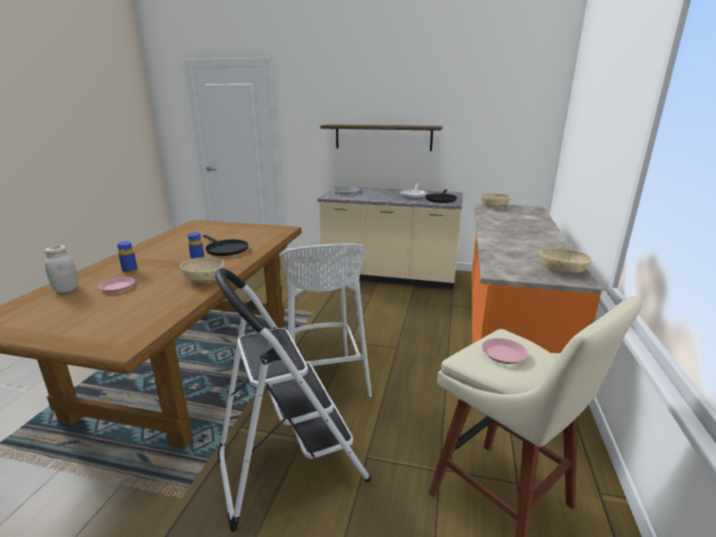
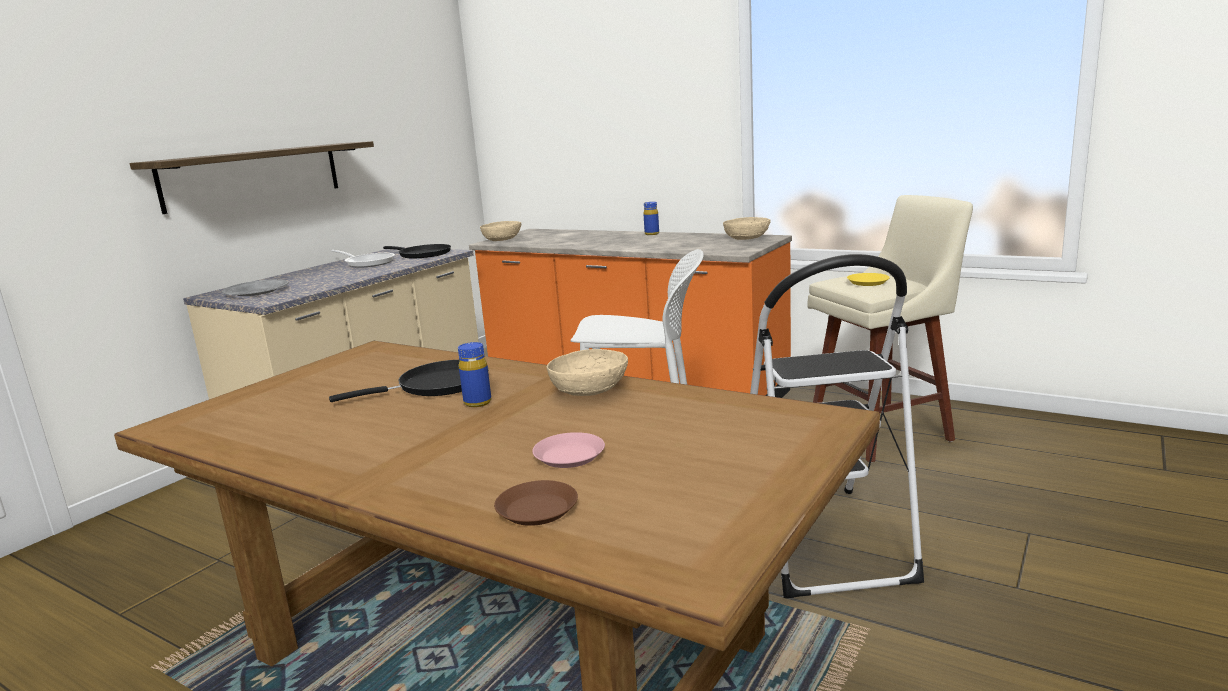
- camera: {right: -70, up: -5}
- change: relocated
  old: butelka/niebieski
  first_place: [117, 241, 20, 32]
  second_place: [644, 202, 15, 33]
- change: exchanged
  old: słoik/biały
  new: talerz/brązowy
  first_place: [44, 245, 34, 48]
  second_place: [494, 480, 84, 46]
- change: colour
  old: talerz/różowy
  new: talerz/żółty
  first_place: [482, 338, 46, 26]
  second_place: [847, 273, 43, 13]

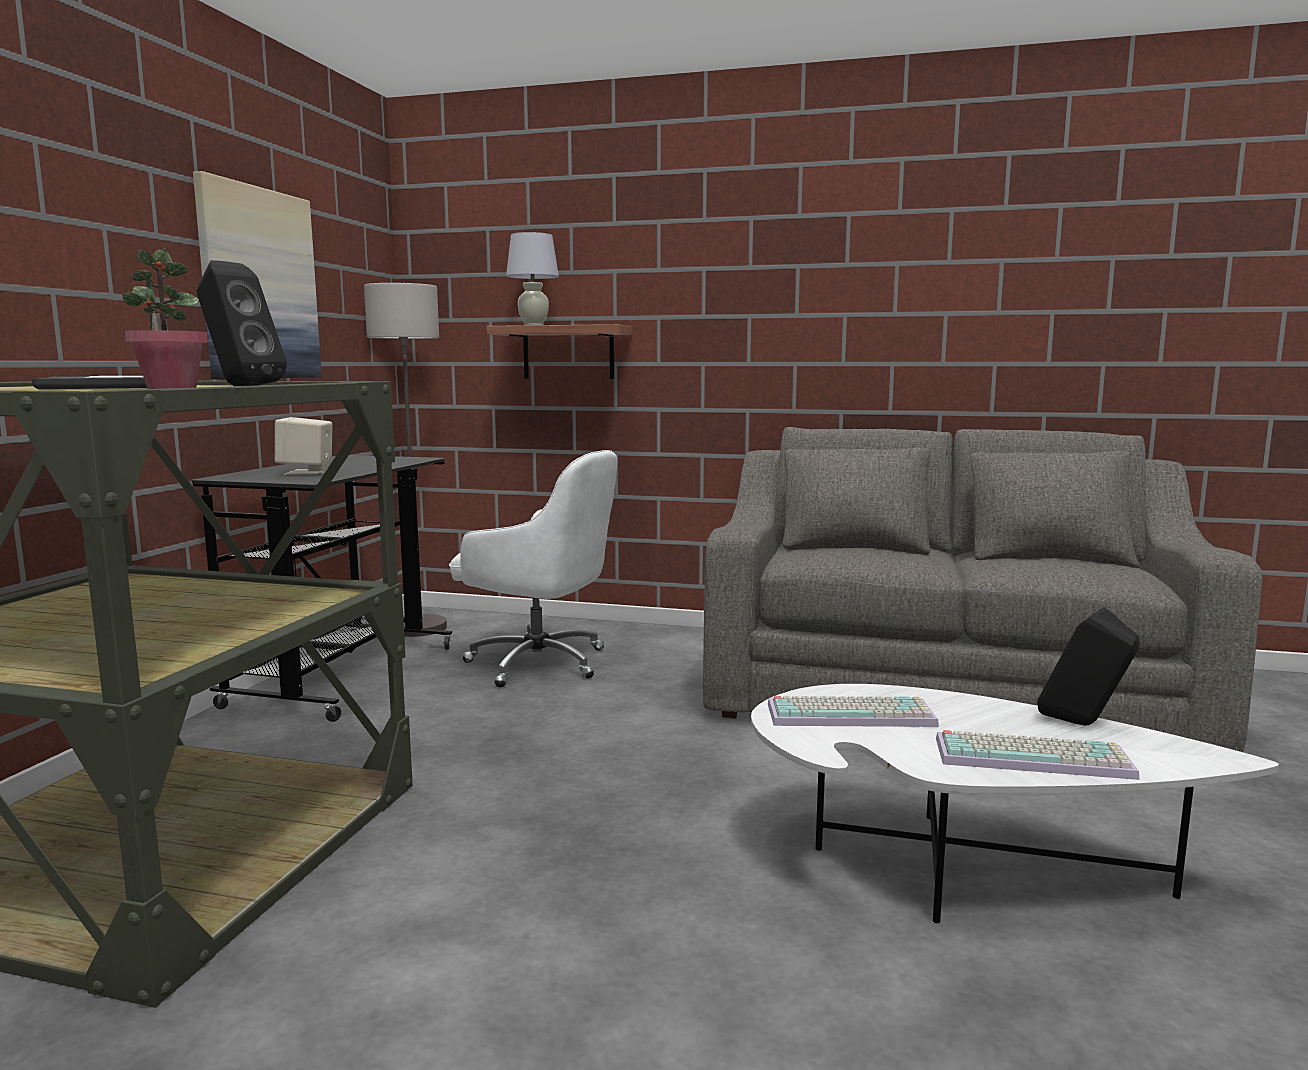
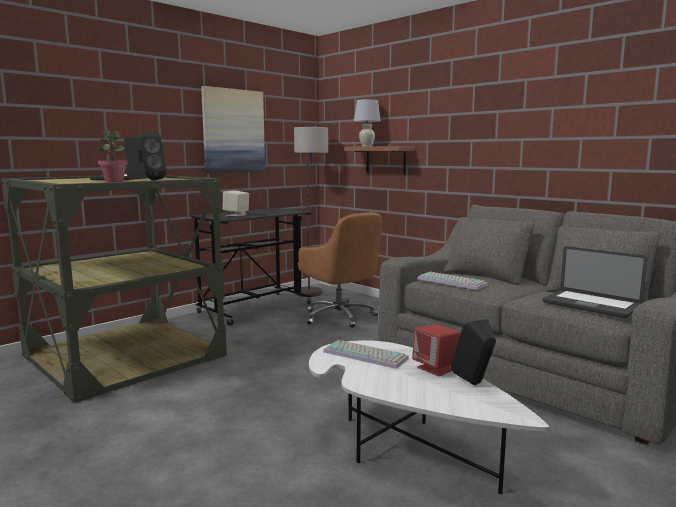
- camera: {right: 30, up: 0}
- change: appeared
  new: głośnik/czerwony
  second_place: [412, 324, 49, 52]
- change: appeared
  new: laptop
  second_place: [543, 246, 105, 72]
- change: relocated
  old: klawiatura
  first_place: [936, 730, 204, 50]
  second_place: [417, 272, 71, 18]
- change: colour
  old: krzesło biurowe/biały
  new: krzesło biurowe/brązowy
  first_place: [449, 450, 168, 238]
  second_place: [298, 212, 84, 116]

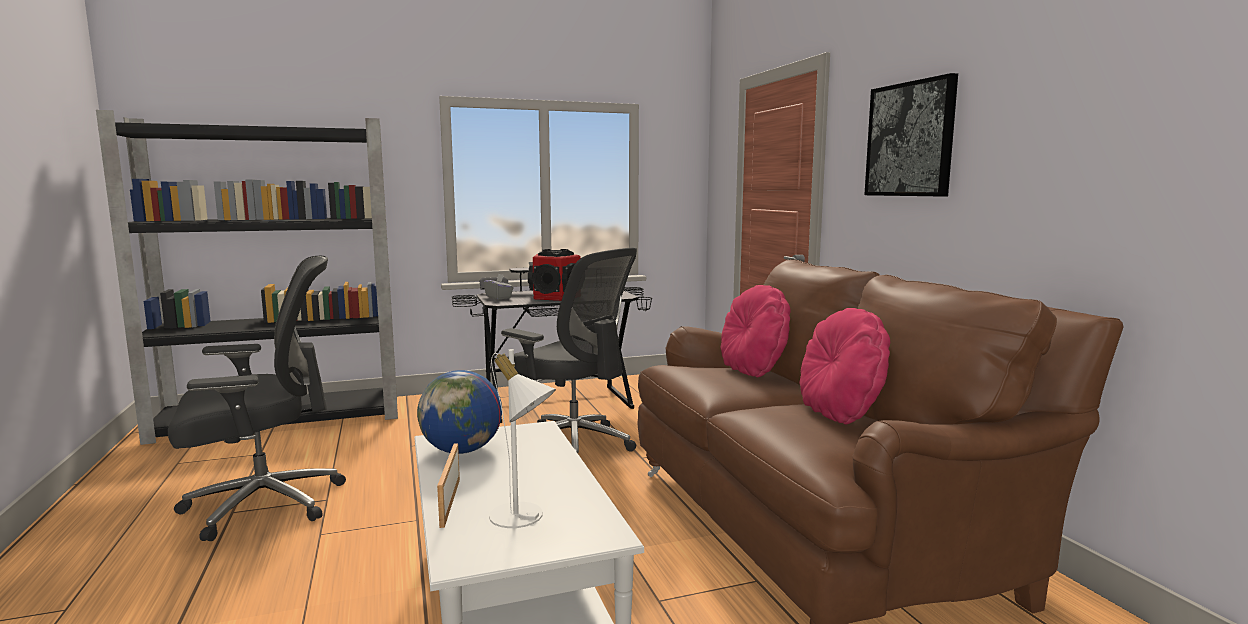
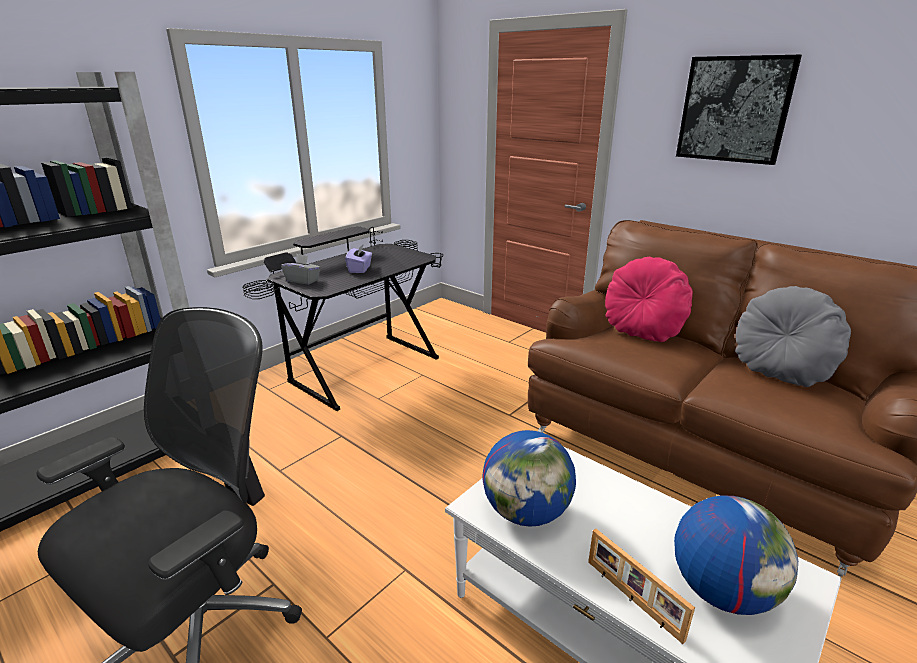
- camera: {right: -30, up: 15}
- change: missing
  old: krzesło biurowe
  first_place: [501, 247, 136, 206]
- change: exchanged
  old: lampa stołowa/biały
  new: globus
  first_place: [489, 349, 67, 179]
  second_place: [674, 495, 124, 120]
- change: exchanged
  old: głośnik
  new: pudełko chusteczek/fioletowy
  first_place: [528, 249, 53, 52]
  second_place: [345, 244, 27, 29]
- change: colour
  old: poduszka/różowy
  new: poduszka/szary
  first_place: [800, 308, 90, 116]
  second_place: [735, 286, 116, 101]

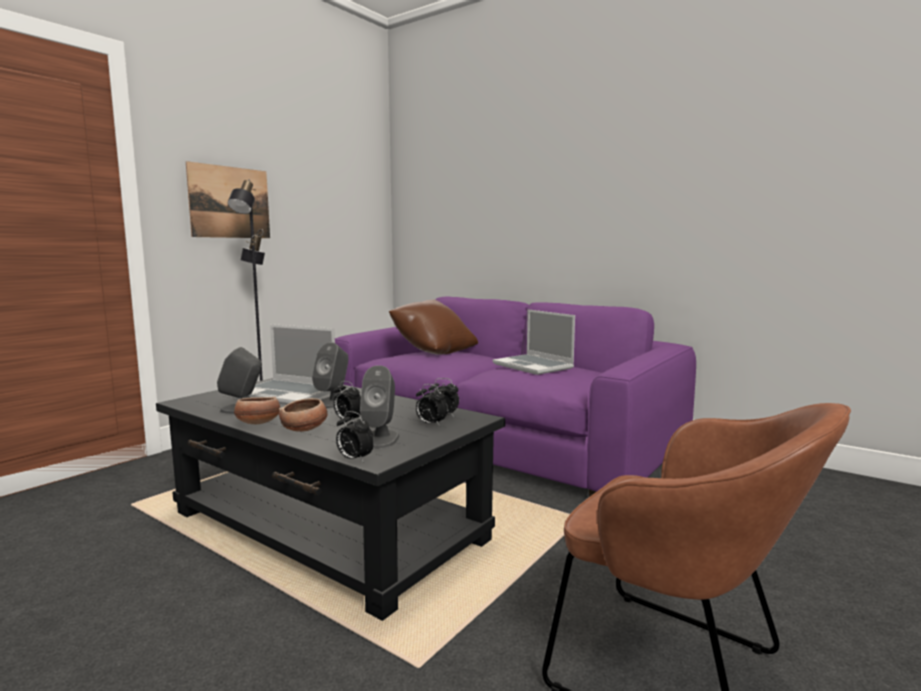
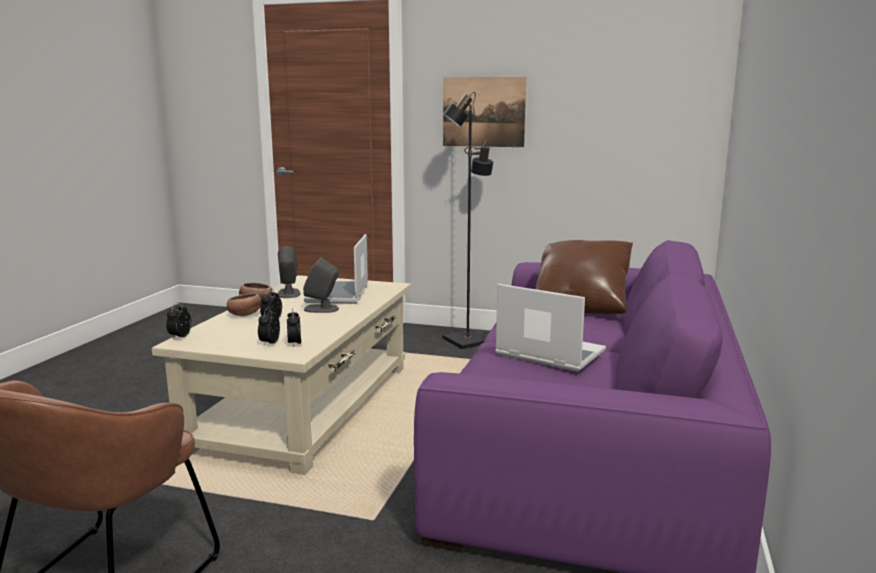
- camera: {right: 70, up: 5}
- change: missing
  old: głośnik/szary
  first_place: [360, 365, 39, 84]
- change: colour
  old: ława/czarny
  new: ława/beżowy
  first_place: [156, 378, 349, 243]
  second_place: [152, 275, 259, 200]
- change: spun
  old: laptop
  first_place: [493, 309, 82, 66]
  second_place: [495, 284, 111, 88]
  degrees: 90

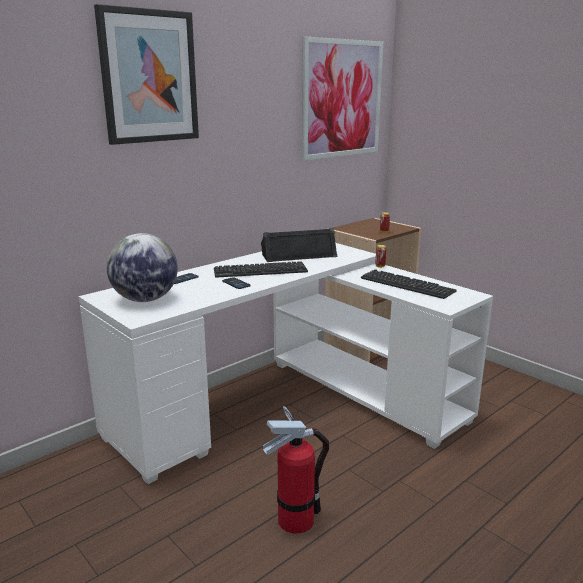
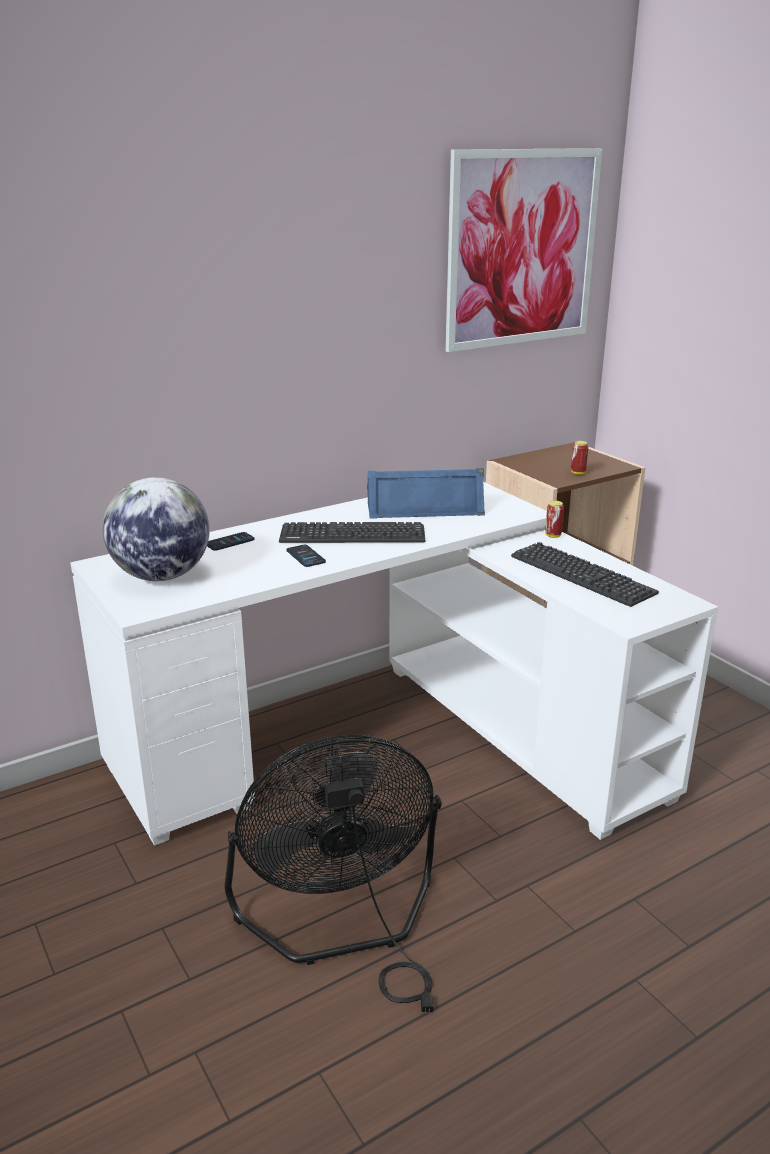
- camera: {right: 10, up: 5}
- change: missing
  old: obraz
  first_place: [94, 4, 105, 141]
- change: exchanged
  old: gaśnica
  new: wentylator/czarny
  first_place: [263, 406, 66, 128]
  second_place: [224, 734, 218, 280]
- change: colour
  old: głośnik/czarny
  new: głośnik/niebieski
  first_place: [261, 228, 76, 34]
  second_place: [367, 468, 118, 51]

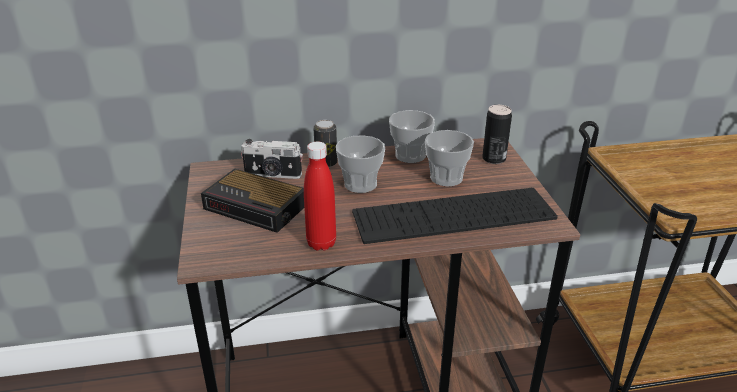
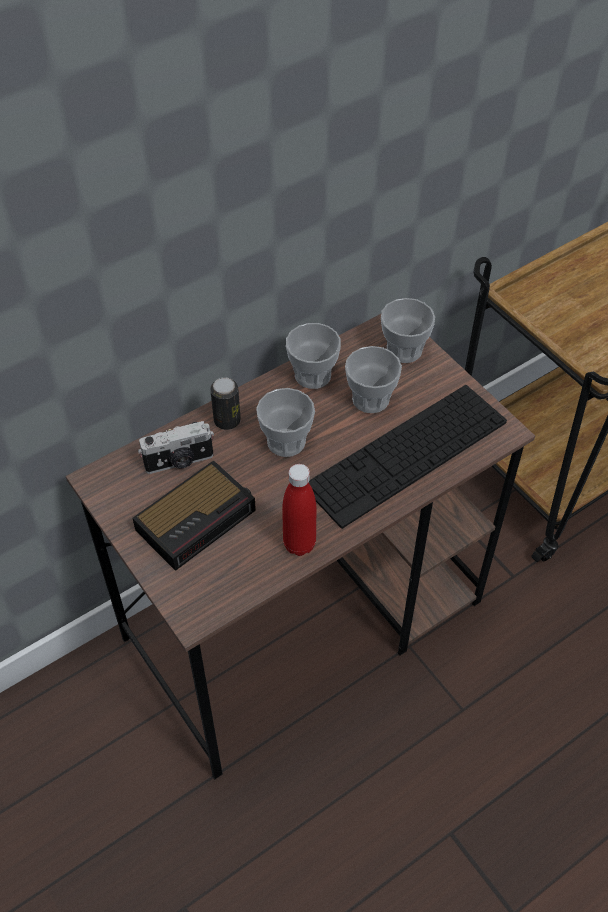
- camera: {right: -25, up: 20}
- change: exchanged
  old: puszka
  new: filiżanka
  first_place: [482, 105, 30, 59]
  second_place: [381, 298, 54, 65]
- change: spun
  old: budzik
  first_place: [201, 168, 103, 65]
  second_place: [132, 460, 124, 111]
  degrees: -45

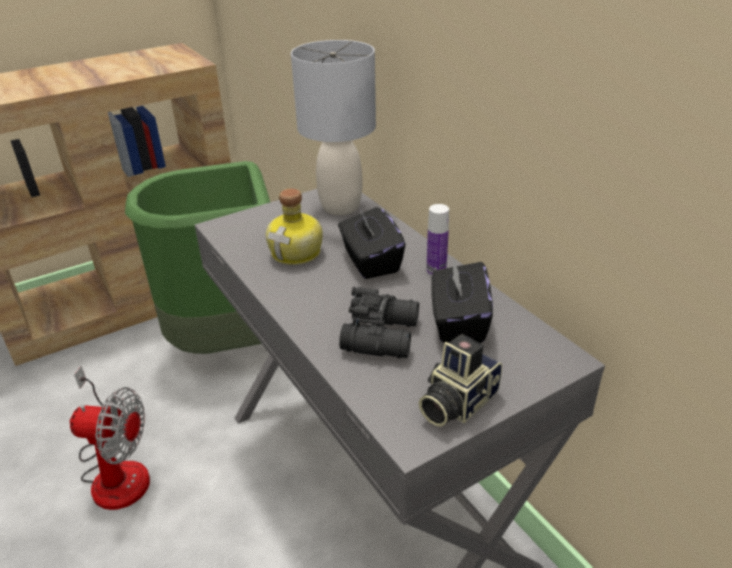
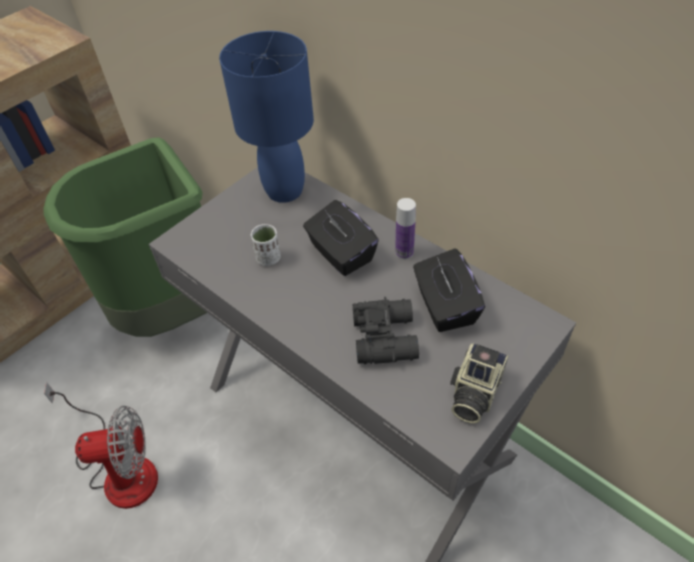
- camera: {right: -15, up: 15}
- change: exchanged
  old: butelka
  new: filiżanka/biały
  first_place: [266, 189, 57, 76]
  second_place: [251, 224, 30, 42]
- change: colour
  old: lampa stołowa/szary
  new: lampa stołowa/niebieski
  first_place: [291, 40, 85, 175]
  second_place: [219, 31, 95, 172]

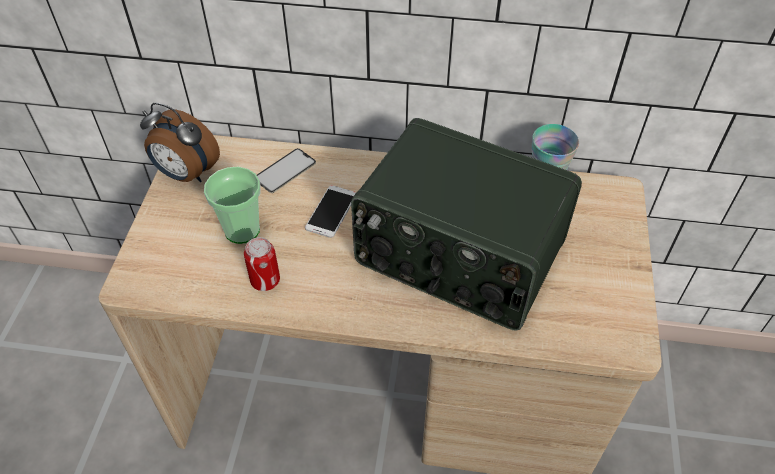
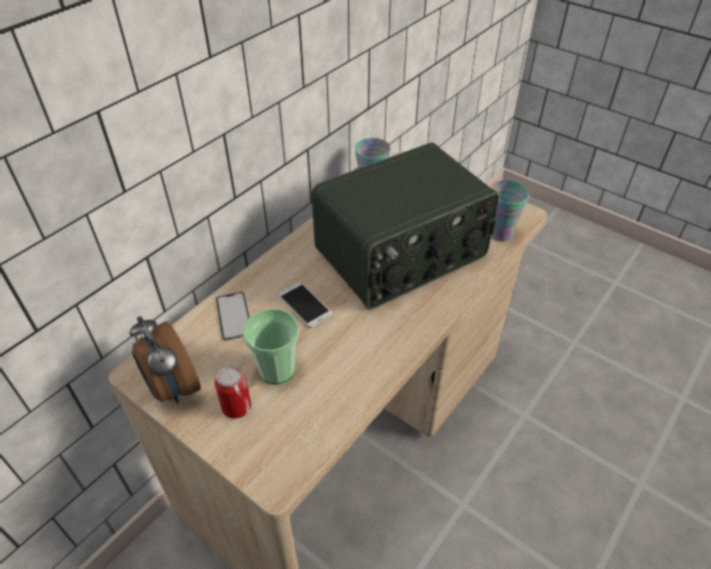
- camera: {right: -60, up: -5}
- change: appeared
  new: filiżanka
  second_place: [490, 180, 39, 61]
- change: relocated
  old: puszka
  first_place: [244, 237, 36, 54]
  second_place: [215, 366, 36, 53]
- change: spun
  old: budzik
  first_place: [140, 102, 80, 80]
  second_place: [130, 316, 71, 88]
  degrees: 90

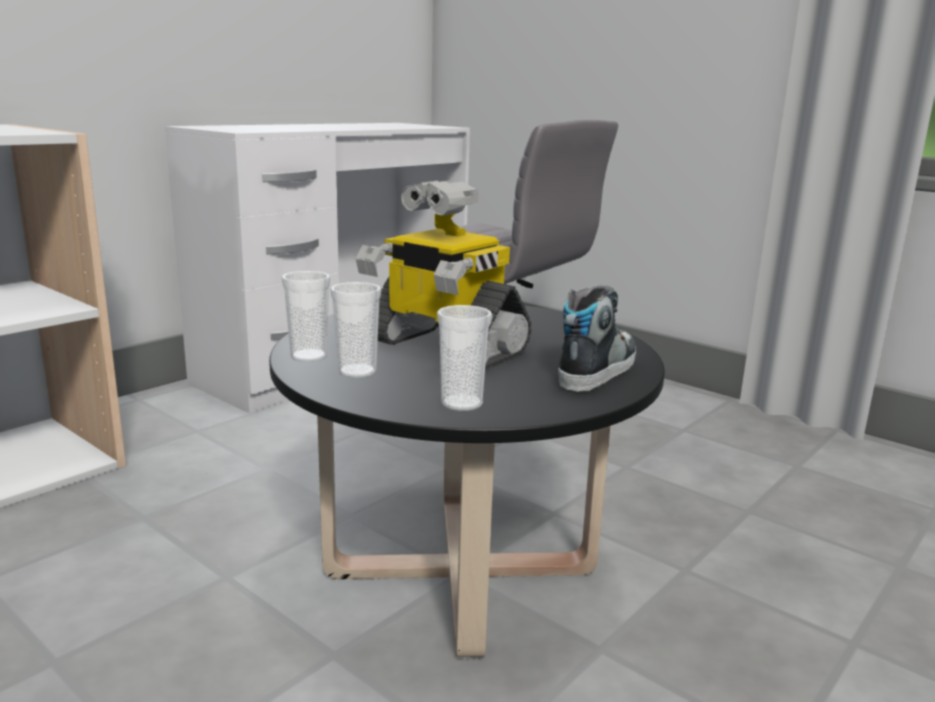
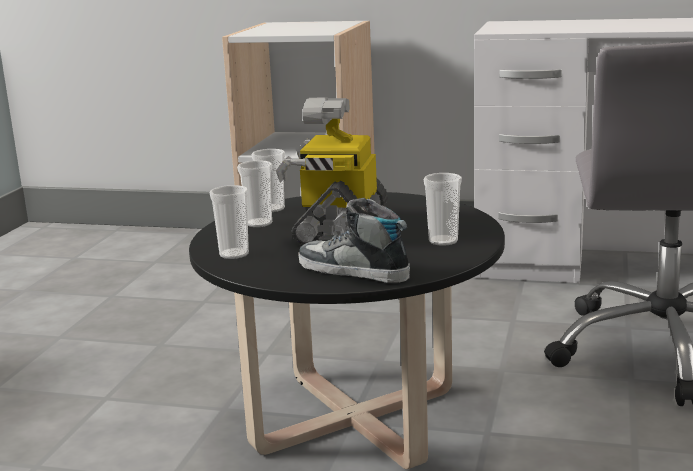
- camera: {right: 65, up: 0}
- change: appeared
  new: filiżanka
  second_place: [424, 173, 38, 73]
- change: spun
  old: but
  first_place: [558, 285, 78, 107]
  second_place: [298, 198, 112, 85]
  degrees: -150

